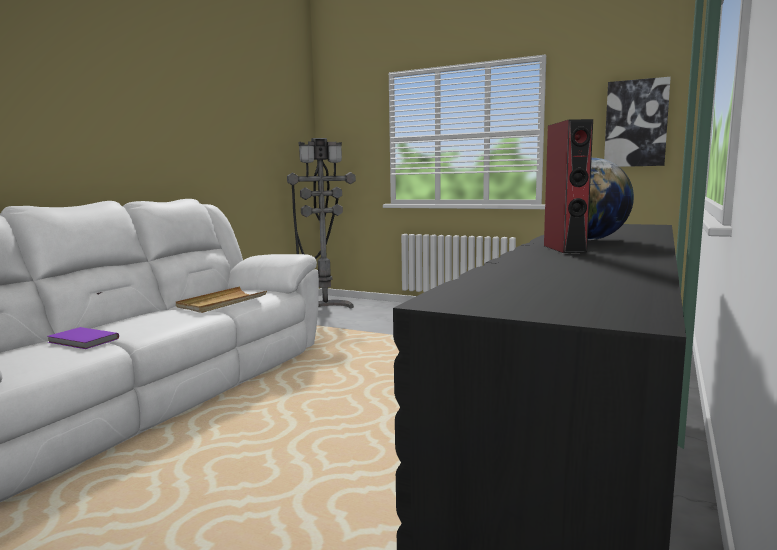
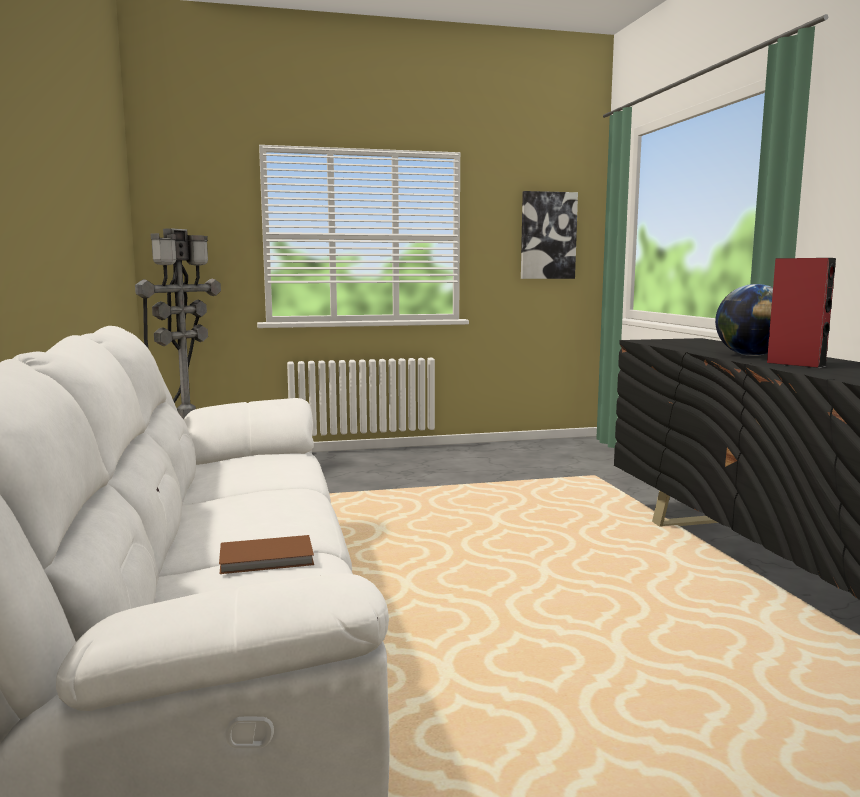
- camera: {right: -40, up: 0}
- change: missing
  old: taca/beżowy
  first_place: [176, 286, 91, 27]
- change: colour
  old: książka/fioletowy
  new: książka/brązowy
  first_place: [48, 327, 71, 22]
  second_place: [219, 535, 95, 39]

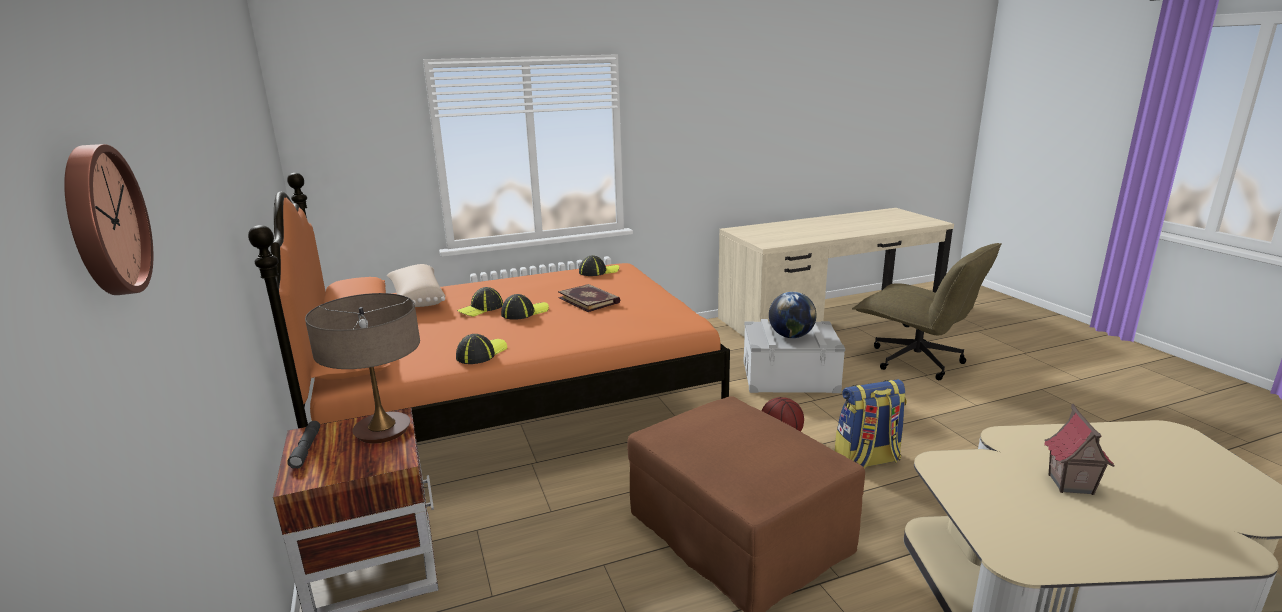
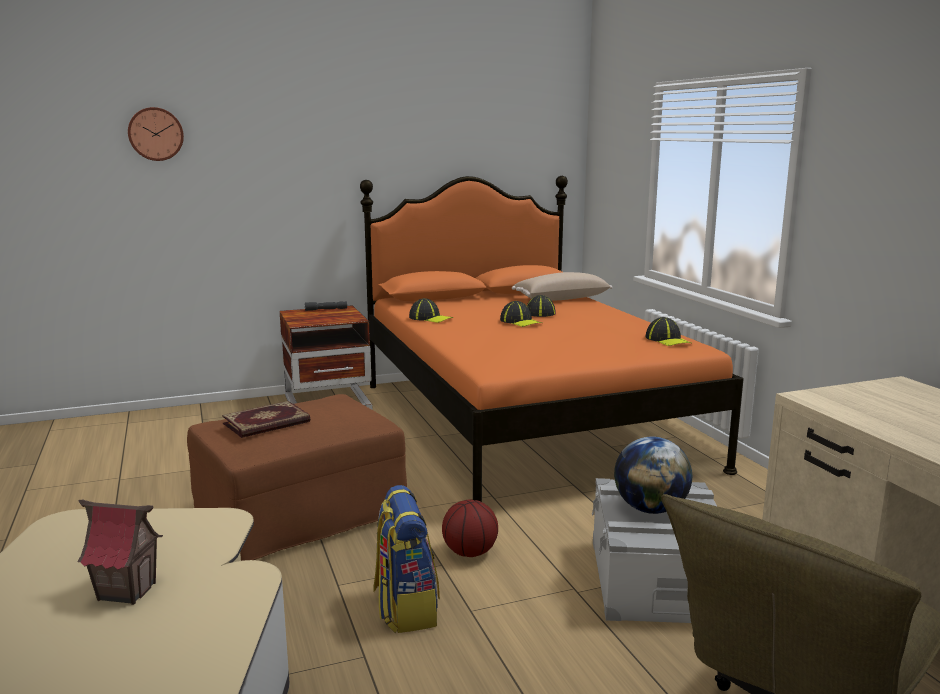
- camera: {right: 90, up: -5}
- change: missing
  old: lampa stołowa
  first_place: [305, 293, 115, 151]
- change: relocated
  old: książka
  first_place: [558, 284, 62, 28]
  second_place: [222, 401, 88, 37]

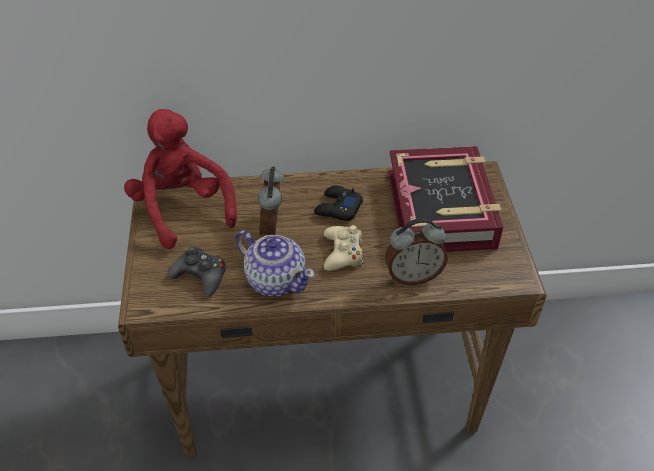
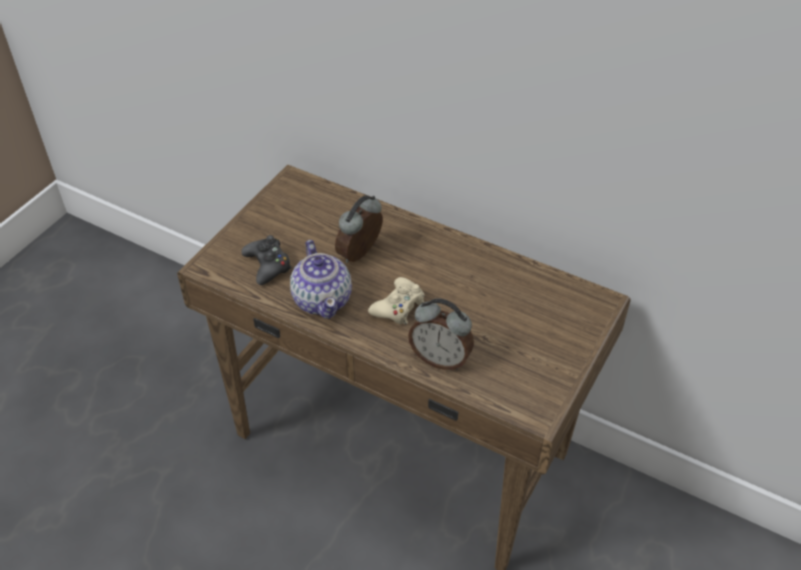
- camera: {right: 35, up: 0}
- change: missing
  old: pluszak/czerwony
  first_place: [124, 109, 113, 140]
- change: missing
  old: pad do gier/czarny
  first_place: [314, 185, 49, 36]
- change: missing
  old: książka
  first_place: [388, 146, 116, 106]

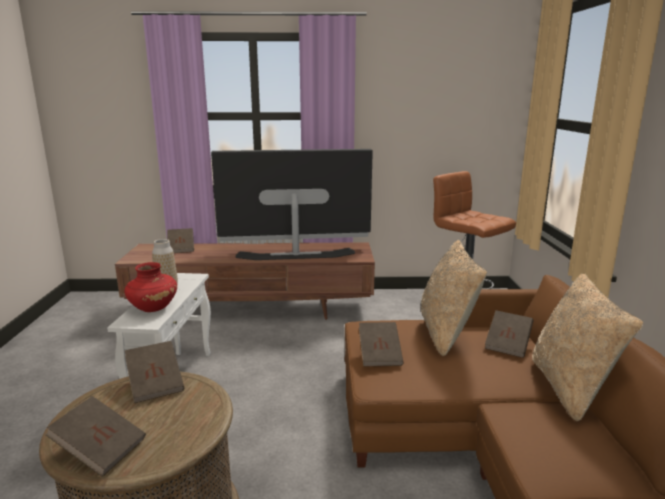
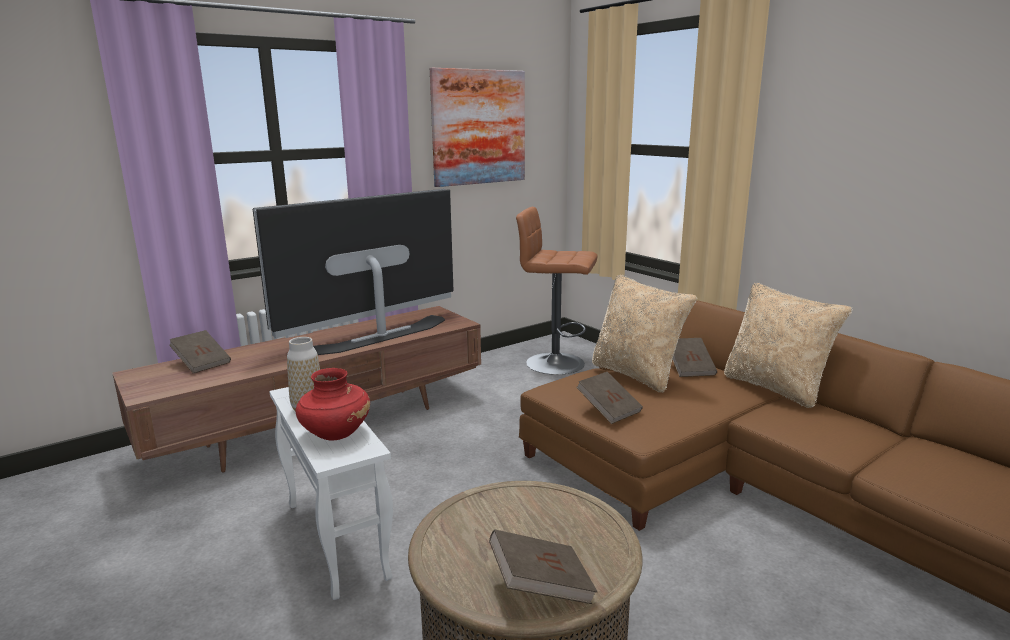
- camera: {right: -35, up: 0}
- change: missing
  old: książka/brązowy
  first_place: [124, 341, 60, 62]
- change: appeared
  new: obraz
  second_place: [430, 68, 95, 119]

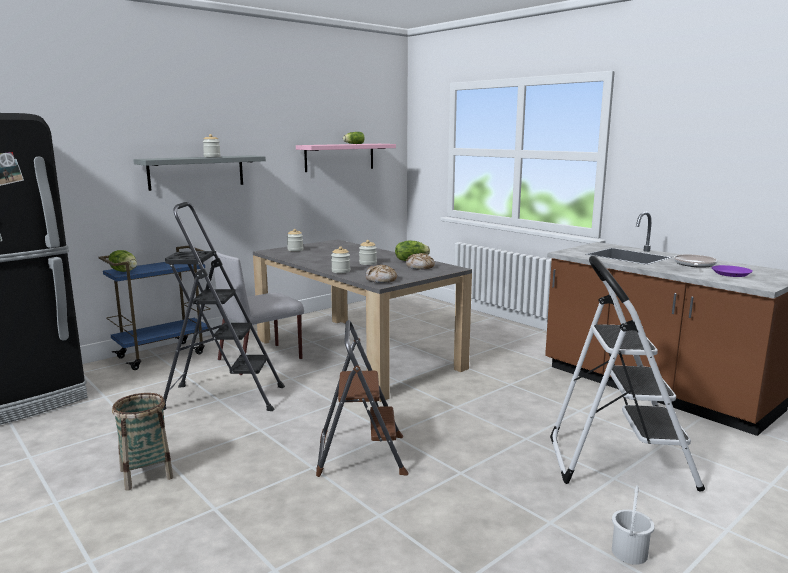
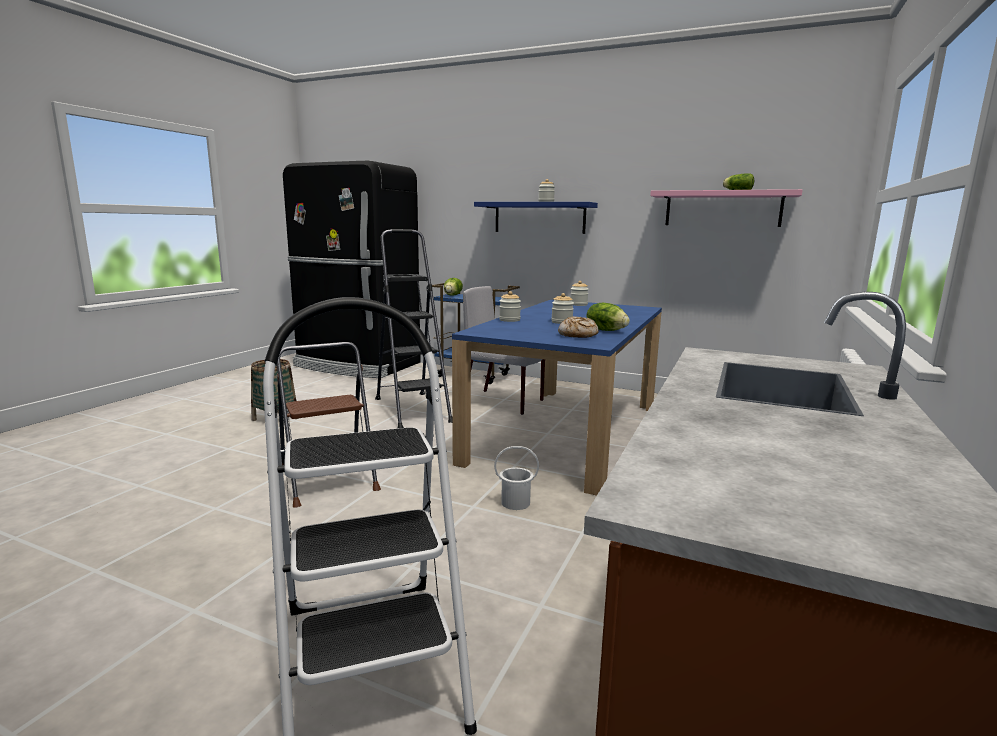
- camera: {right: 65, up: 0}
- change: missing
  old: chleb
  first_place: [366, 265, 31, 18]
- change: missing
  old: patelnia
  first_place: [674, 254, 44, 14]
- change: missing
  old: talerz/fioletowy
  first_place: [711, 265, 42, 12]
- change: relocated
  old: wiadro/biały
  first_place: [612, 485, 43, 80]
  second_place: [494, 446, 45, 64]
- change: colour
  old: półka/szary
  new: półka/niebieski
  first_place: [133, 155, 133, 36]
  second_place: [474, 202, 124, 32]
- change: colour
  old: stół jadalny/szary
  new: stół jadalny/niebieski
  first_place: [253, 239, 219, 163]
  second_place: [452, 300, 210, 196]

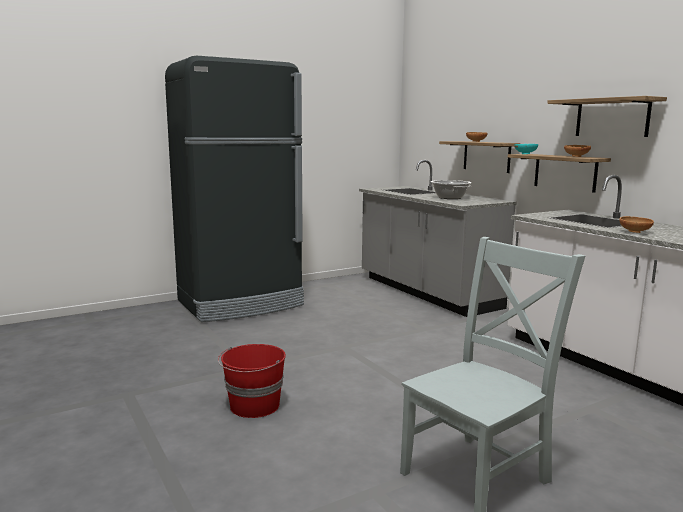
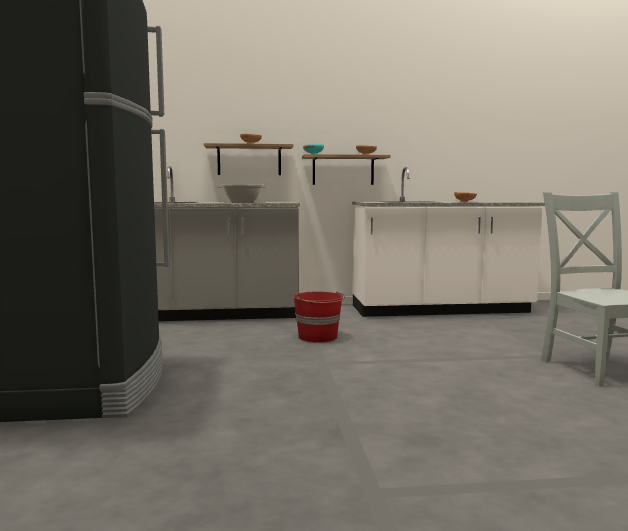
- camera: {right: -65, up: -5}
- change: missing
  old: półka
  first_place: [547, 96, 120, 41]
- change: relocated
  old: wiadro/czerwony
  first_place: [218, 344, 68, 74]
  second_place: [293, 291, 52, 52]

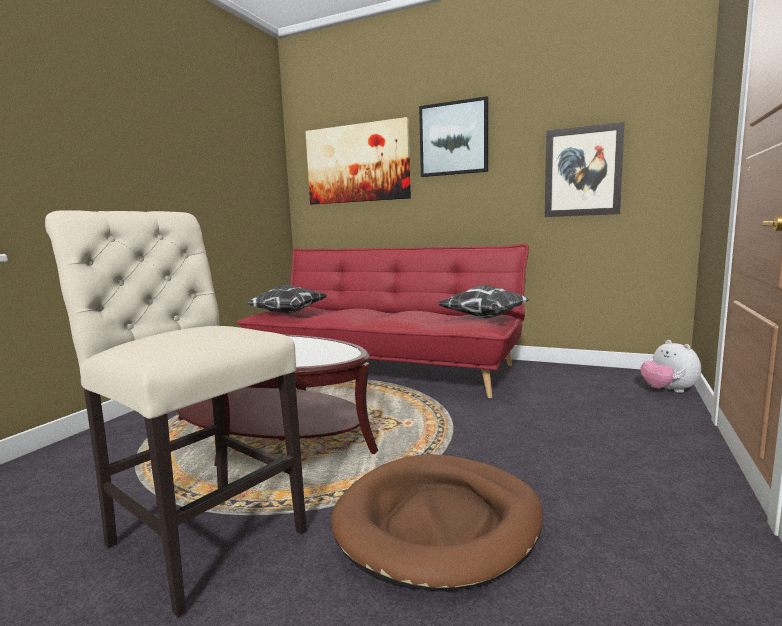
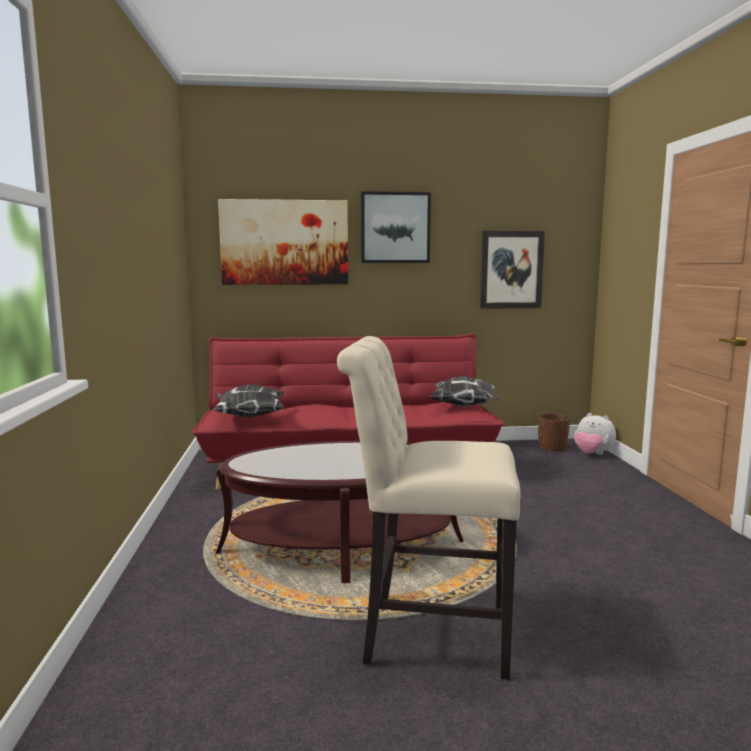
- camera: {right: -30, up: 0}
- change: missing
  old: legowisko/brązowy
  first_place: [331, 454, 212, 137]
- change: appeared
  new: donica/brązowy
  second_place: [538, 413, 32, 39]

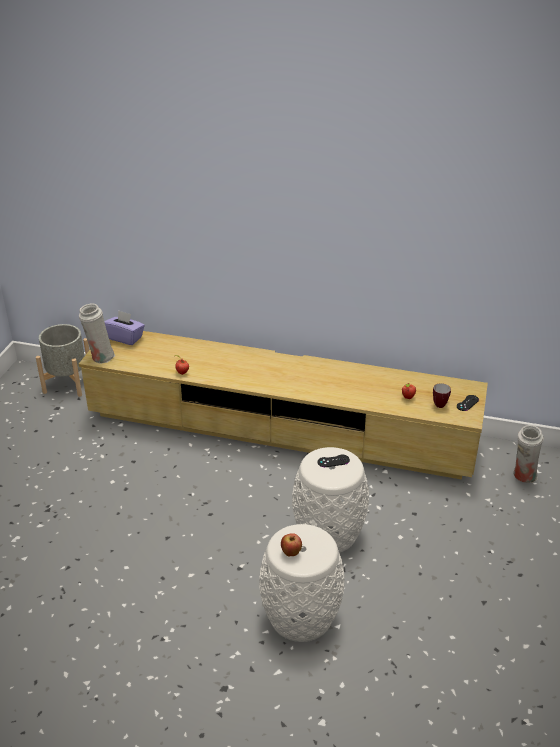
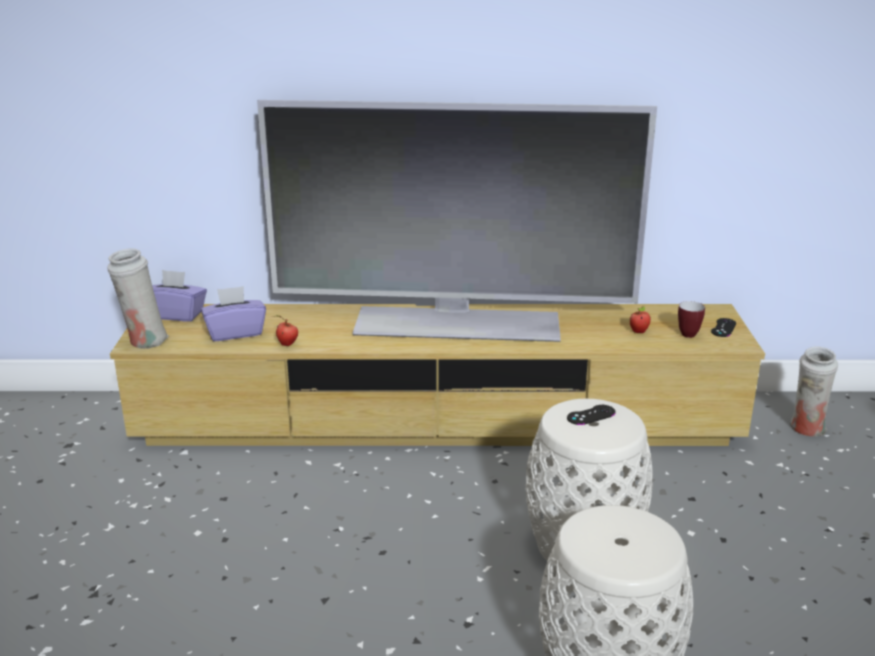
- camera: {right: -15, up: -10}
- change: missing
  old: donica/szary
  first_place: [36, 324, 53, 73]
- change: missing
  old: jabłko
  first_place: [281, 533, 21, 23]
- change: appeared
  new: pudełko chusteczek/fioletowy
  second_place: [201, 286, 65, 55]
- change: appeared
  new: telewizor
  second_place: [257, 100, 400, 242]

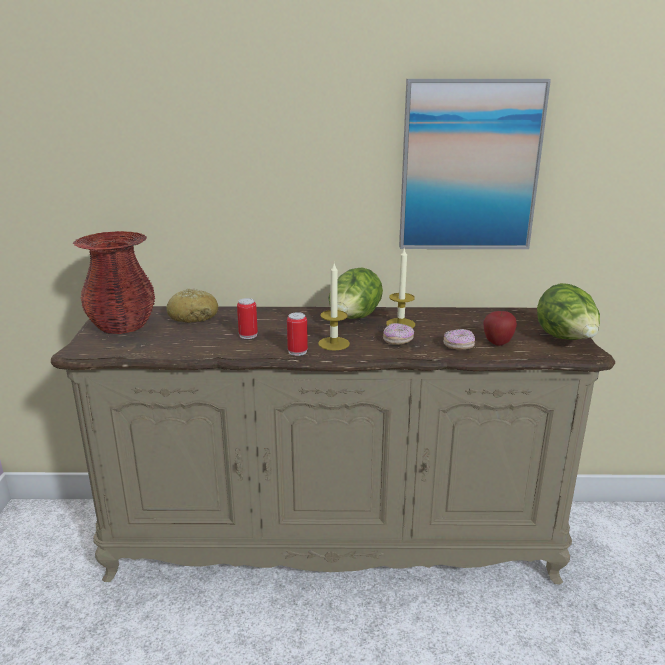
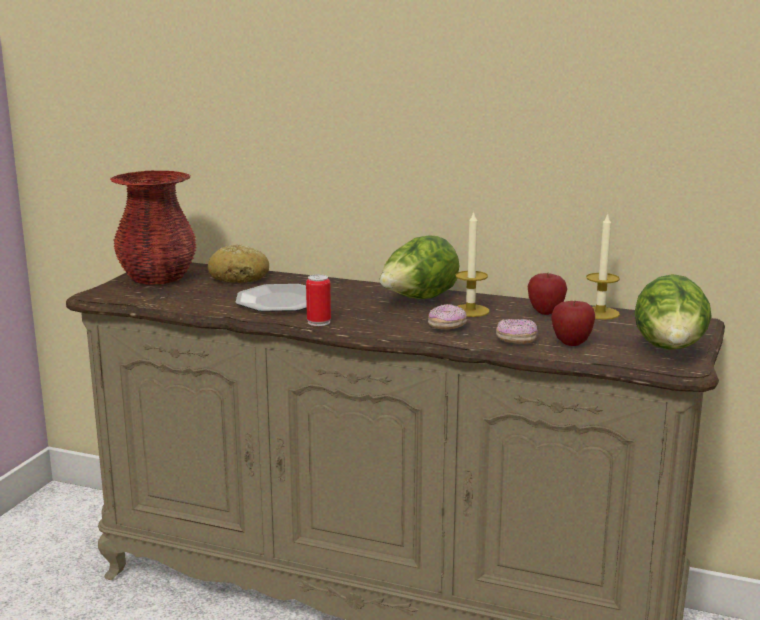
- camera: {right: 20, up: -5}
- change: missing
  old: obraz
  first_place: [399, 79, 152, 170]
- change: appeared
  new: jabłko
  second_place: [527, 273, 40, 42]
- change: relocated
  old: świeca
  first_place: [318, 263, 32, 88]
  second_place: [586, 212, 34, 108]
- change: exchanged
  old: puszka
  new: talerz
  first_place: [237, 298, 21, 41]
  second_place: [235, 284, 72, 28]

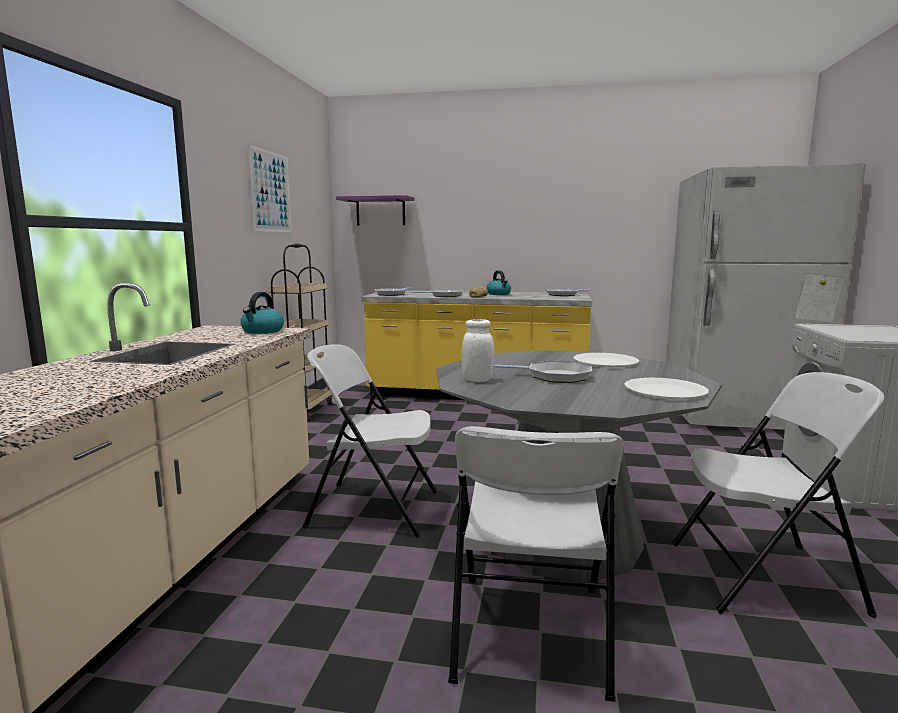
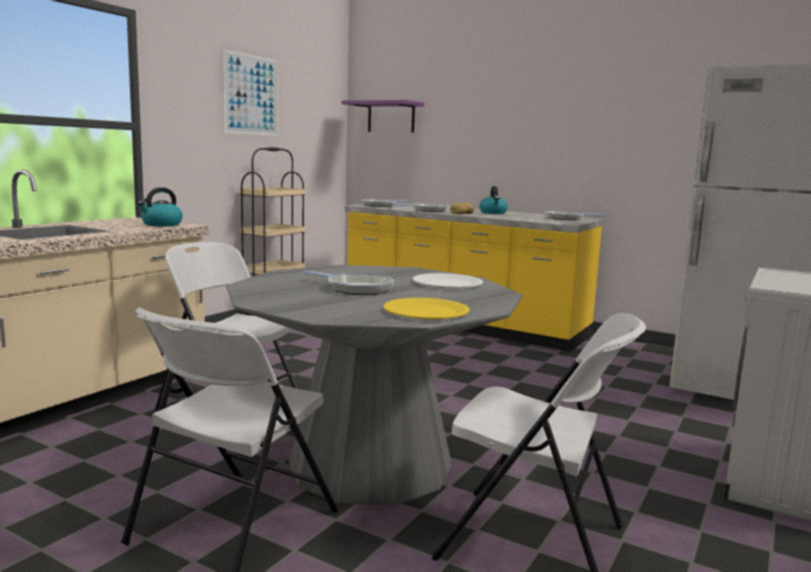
- camera: {right: 20, up: 0}
- change: missing
  old: słoik/biały
  first_place: [461, 319, 33, 63]
- change: colour
  old: talerz/biały
  new: talerz/żółty
  first_place: [624, 378, 85, 21]
  second_place: [383, 298, 87, 21]

